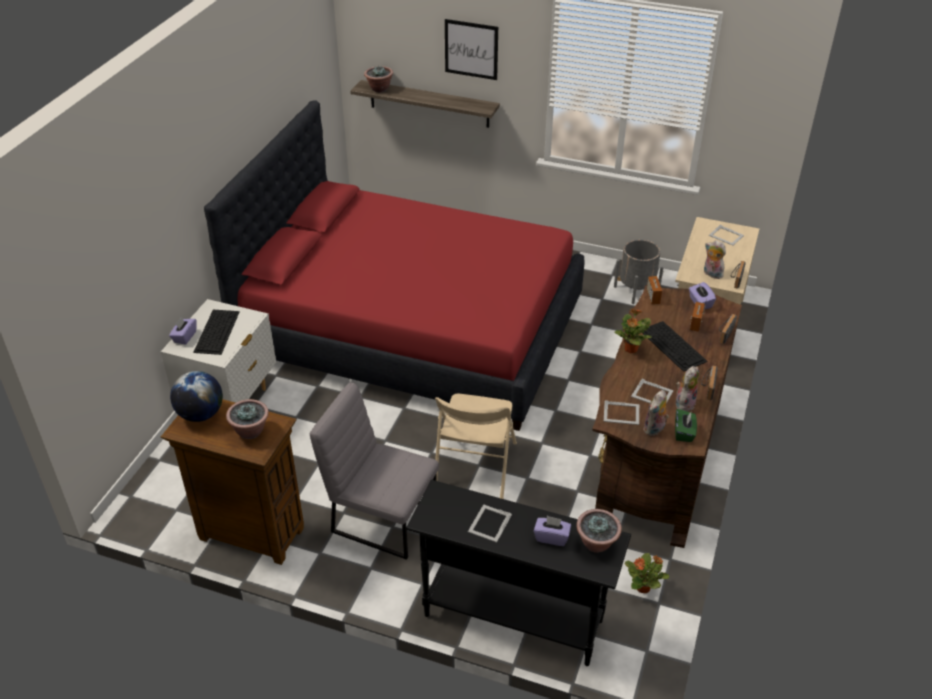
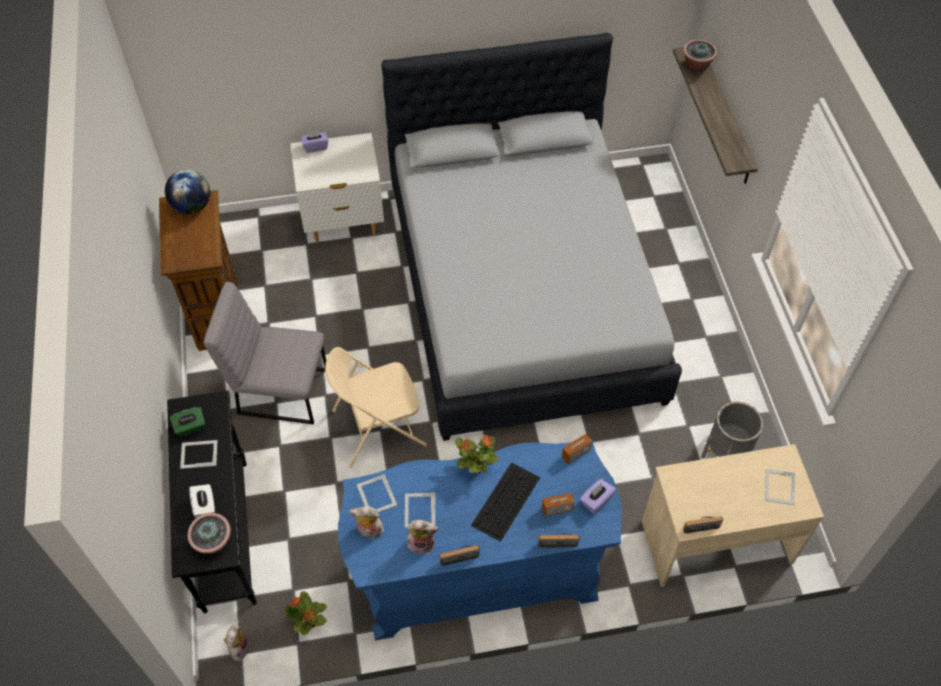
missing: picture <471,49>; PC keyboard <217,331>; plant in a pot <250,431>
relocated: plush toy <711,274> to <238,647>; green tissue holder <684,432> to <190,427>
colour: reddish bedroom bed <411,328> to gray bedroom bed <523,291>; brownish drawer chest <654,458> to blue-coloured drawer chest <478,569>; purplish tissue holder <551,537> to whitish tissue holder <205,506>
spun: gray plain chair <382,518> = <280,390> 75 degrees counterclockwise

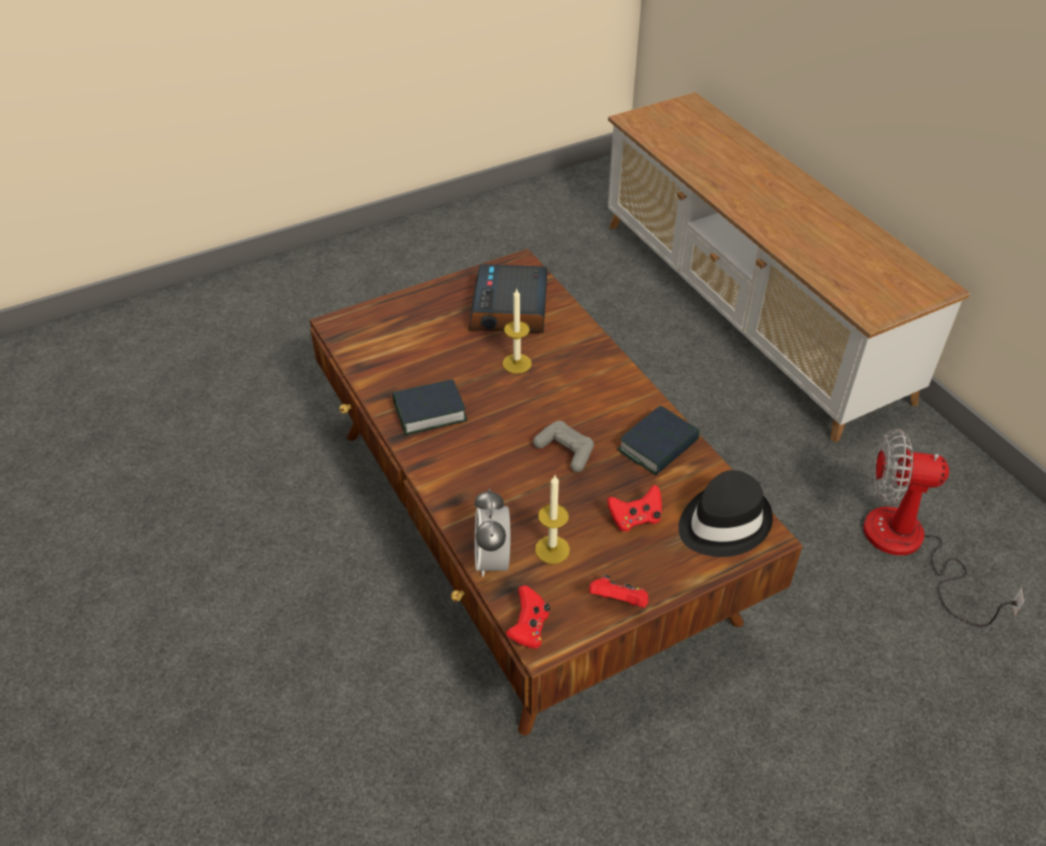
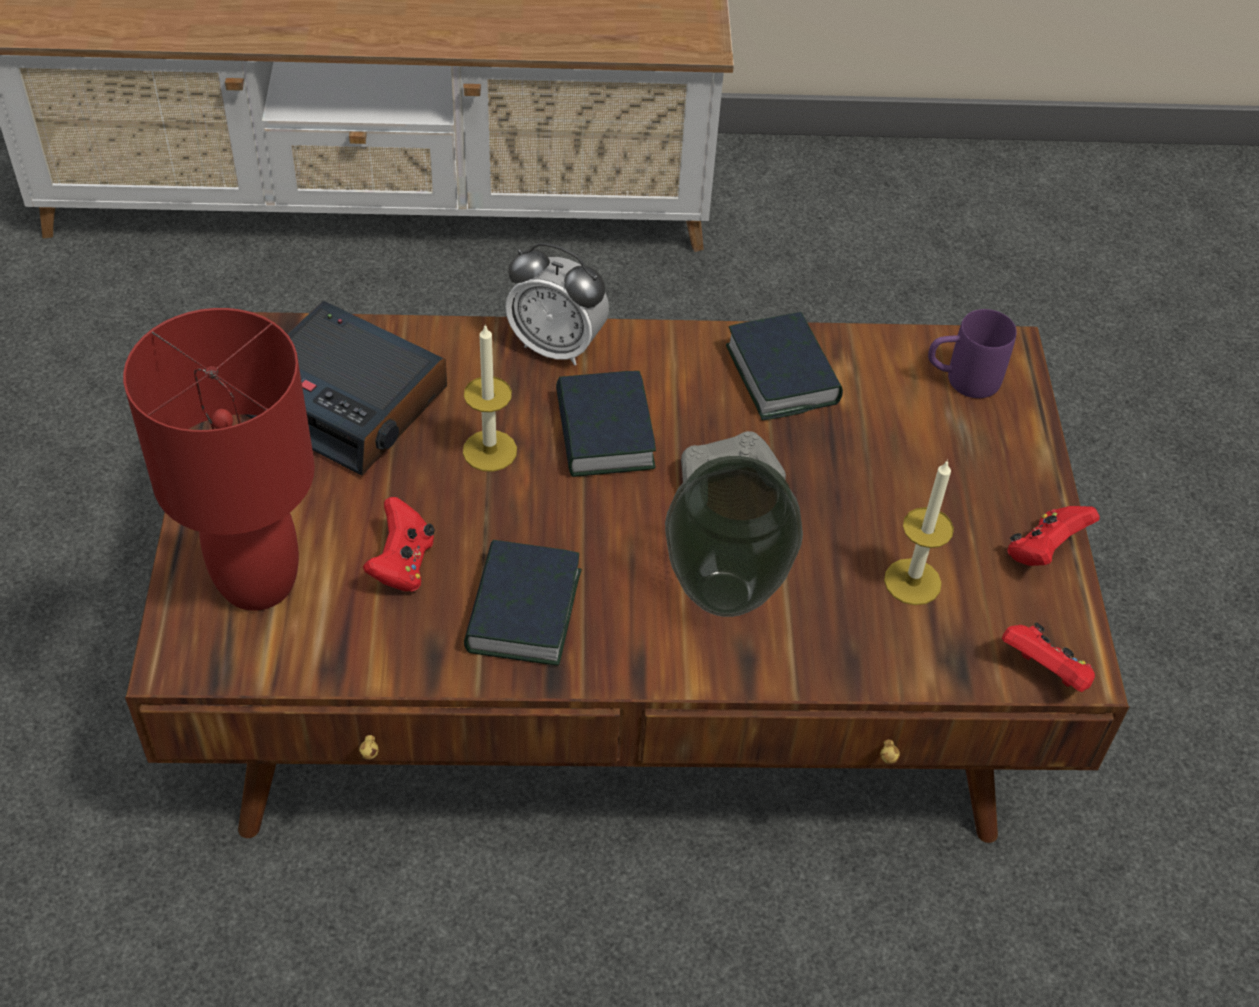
missing: fan <909,548>
appeared: reddish tabletop lamp <256,582>; book <604,433>; decorative vase <726,594>
relocated: reddish joypad <635,519> to <402,564>; bedside clock <492,560> to <557,346>
exchanged: black-coloured clothing hat <722,522> to purplish coffee mug <961,380>

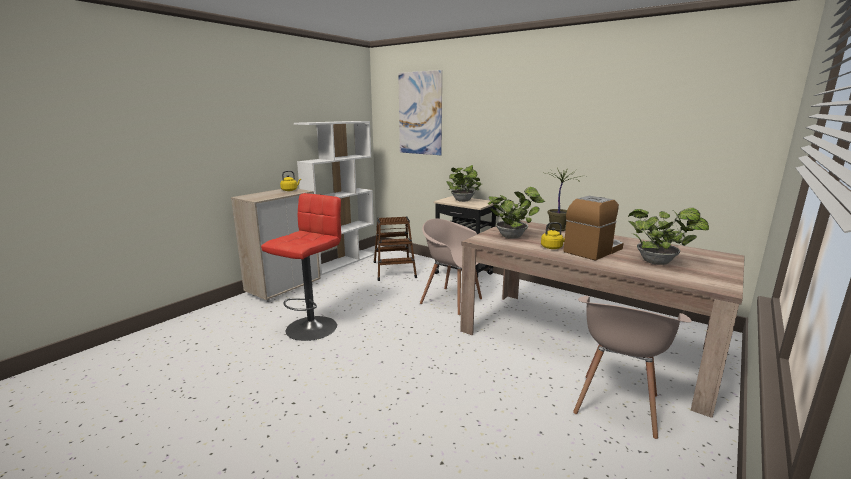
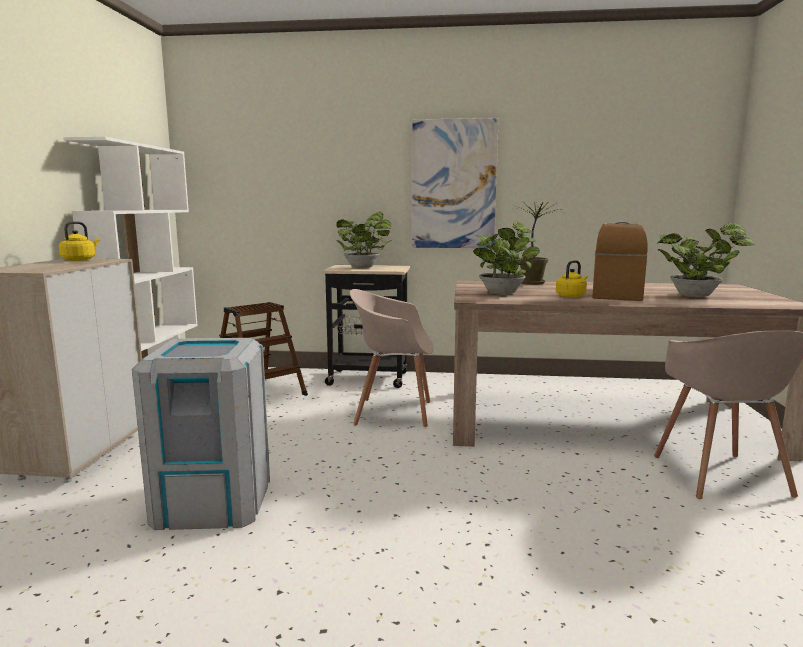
relocated: picture <420,113> to <453,184>
exchanged: reddish stool <312,328> to gray waste bin <213,500>

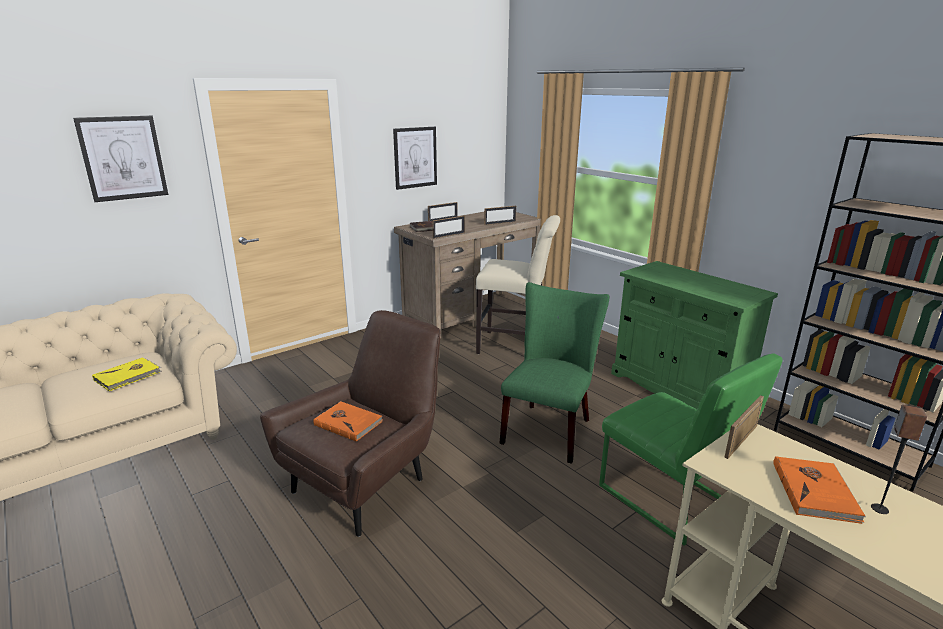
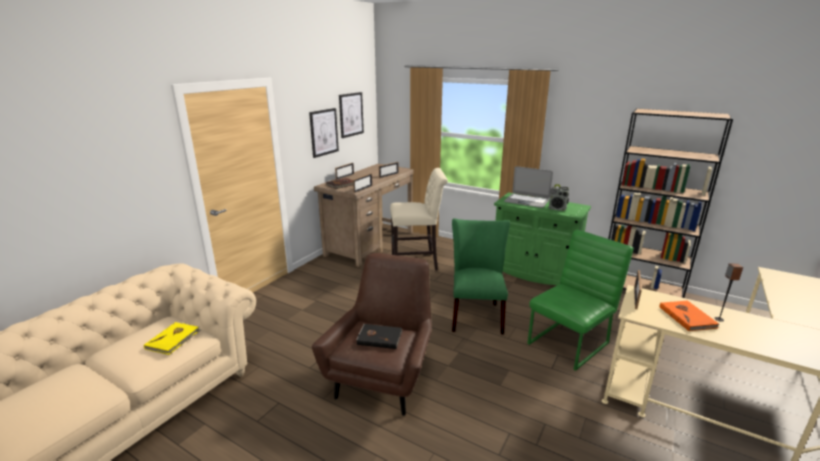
appeared: laptop <526,201>; radio <557,209>
relocated: picture <123,158> to <351,114>
colour: orange-coloured book <348,422> to black-coloured book <379,337>
spun: green plain chair <668,498> = <570,342> 75 degrees counterclockwise

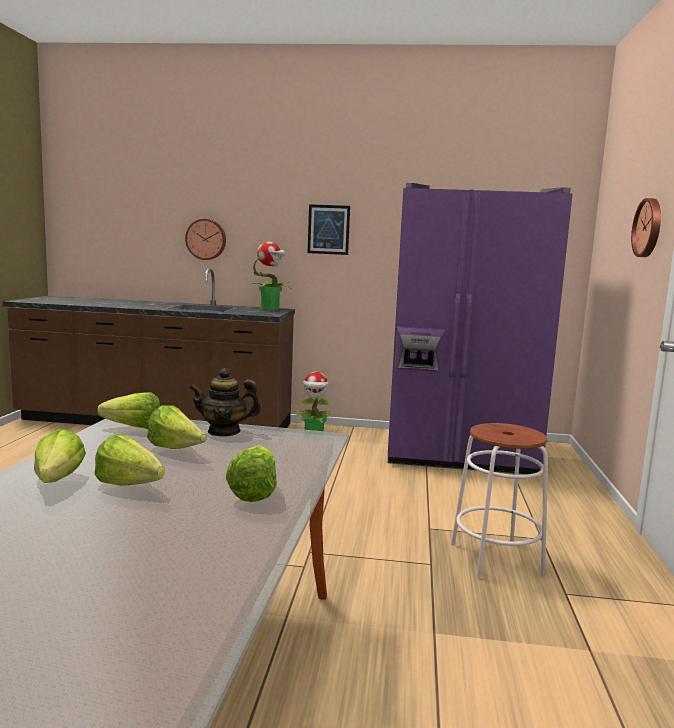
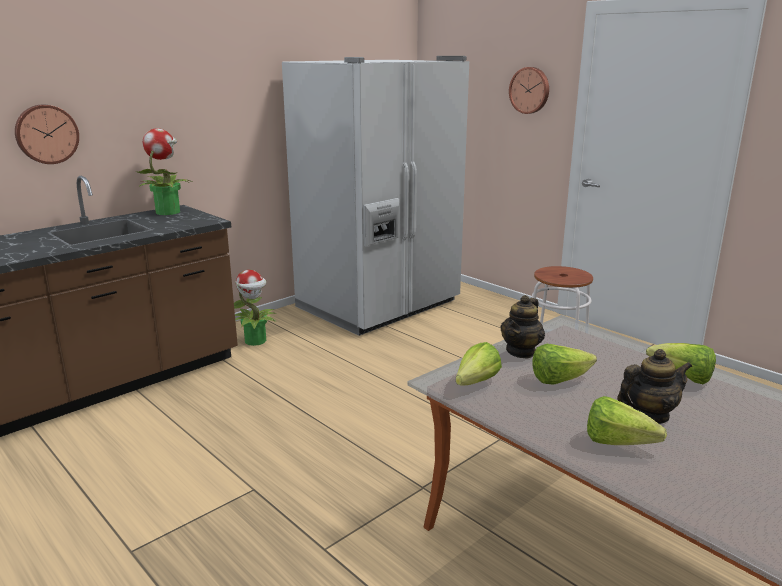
missing: picture <328,229>
exchanged: lettuce head <132,487> to tea pot <649,415>
colour: purplish refrigerator <459,453> to whitish refrigerator <379,304>

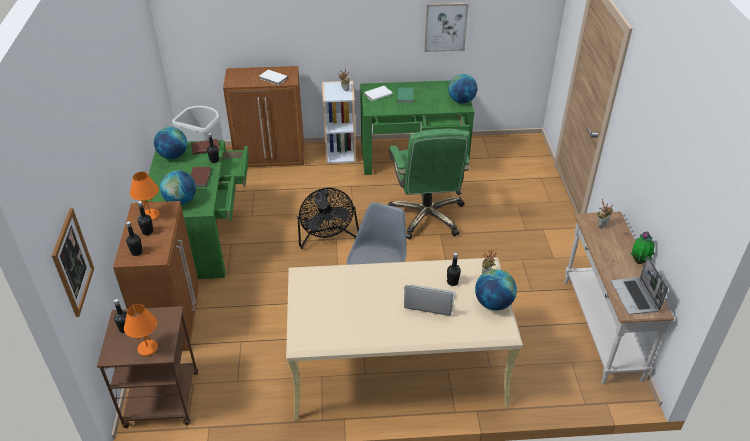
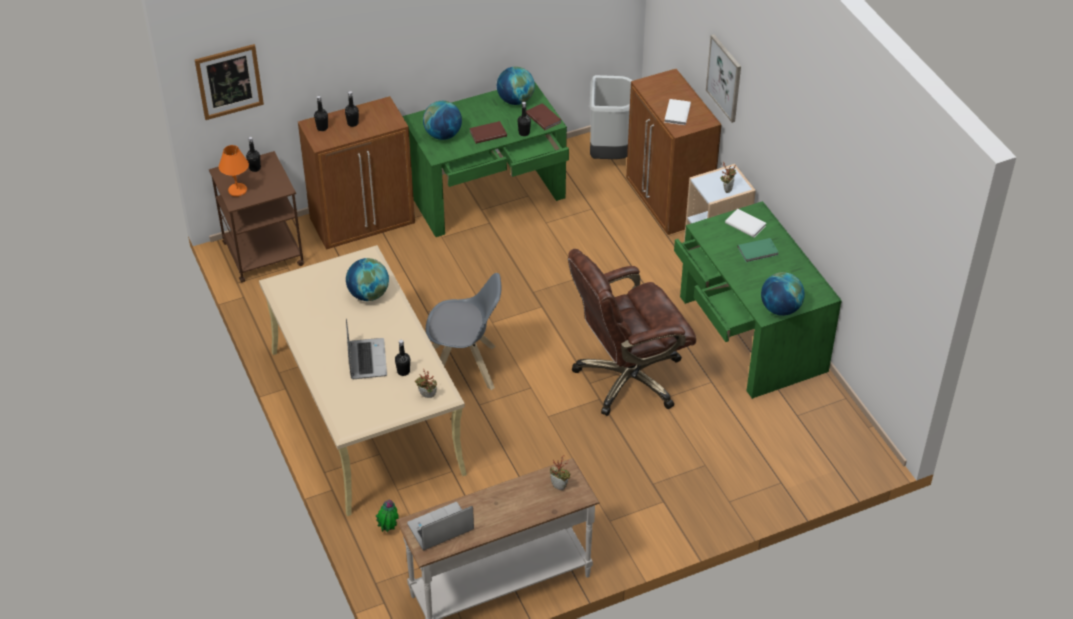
missing: orange-coloured tabletop lamp <150,215>; black-coloured fan <324,236>
relocated: picture <445,27> to <724,78>; plant in a pot <639,261> to <389,529>; globe <493,303> to <368,294>
colour: green office chair <426,215> to brownish office chair <629,377>

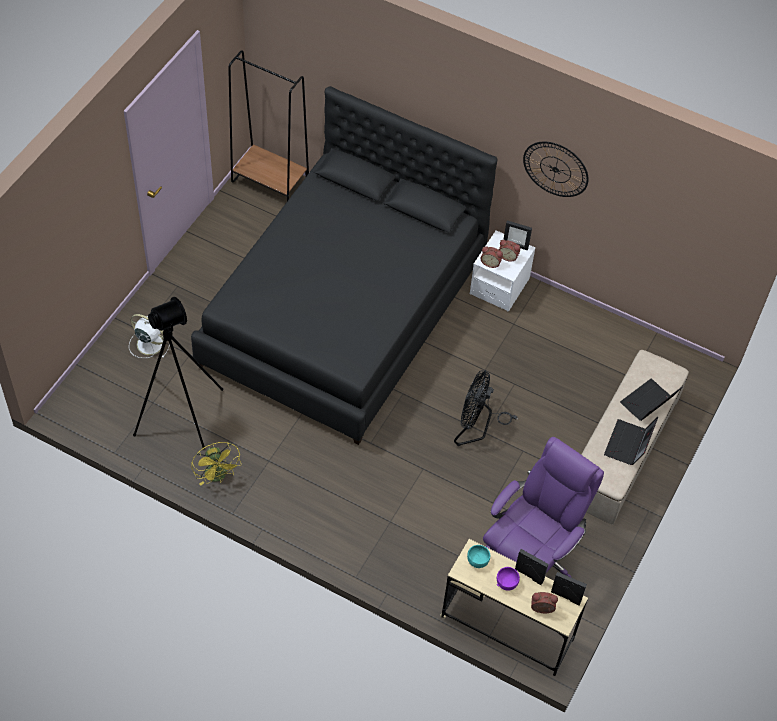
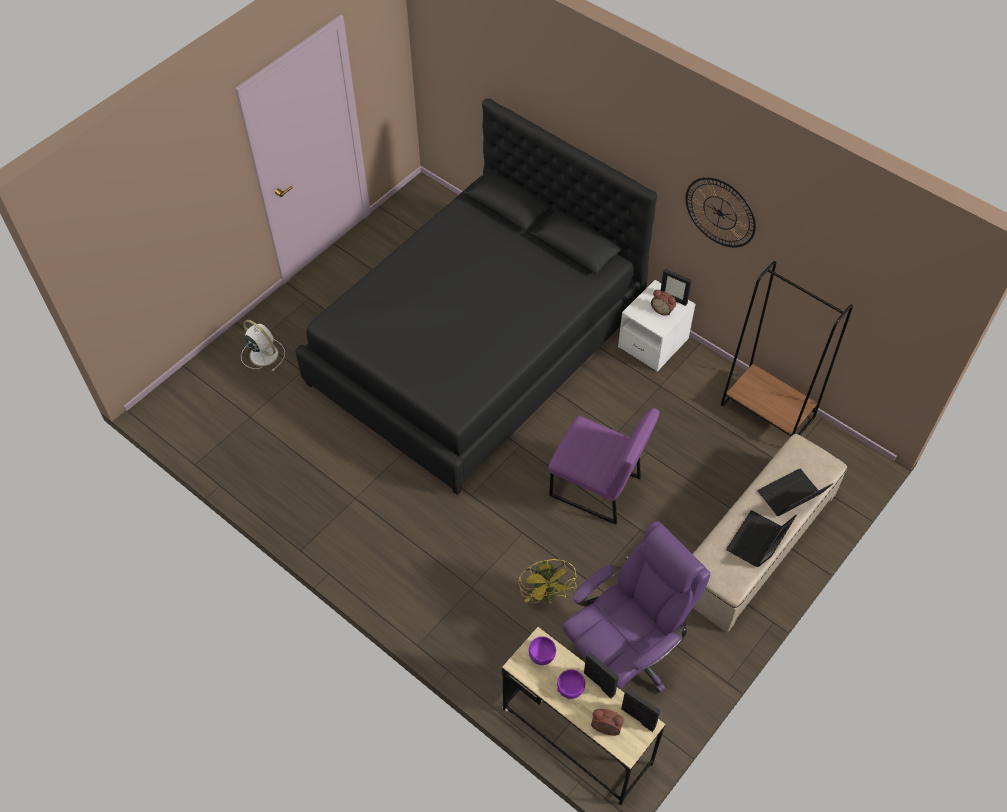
missing: bedside clock <491,262>; black-coloured standing lamp <179,412>
relocated: clothes rack <270,183> to <767,413>; yellowish fan <218,476> to <547,594>
exchanged: black-coloured fan <479,421> to purplish plain chair <597,488>
colour: turquoise-coloured serving bowl <478,560> to purplish serving bowl <542,655>

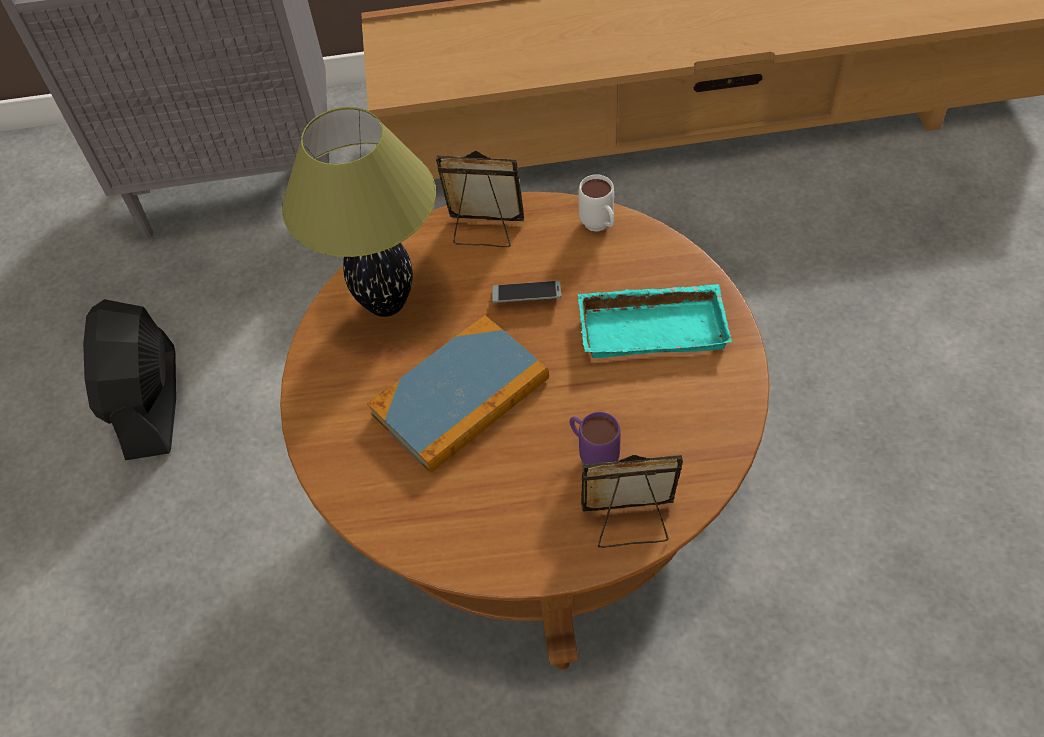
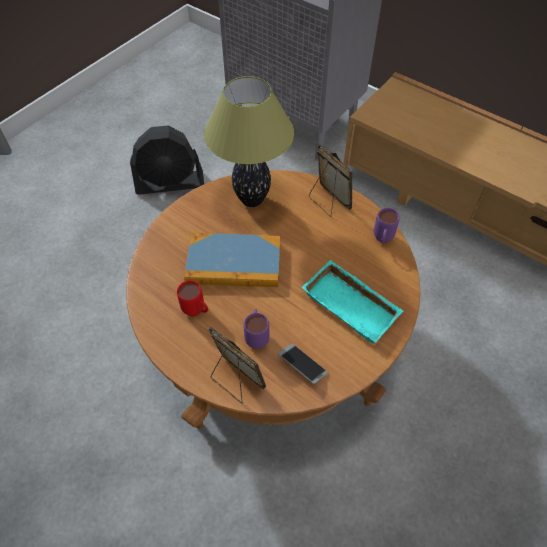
appeared: reddish coffee mug <197,312>
relocated: phone <527,296> to <302,365>
colour: whitish coffee mug <600,227> to purplish coffee mug <382,240>
spun: black-coloured fan <151,403> = <170,183> 135 degrees counterclockwise

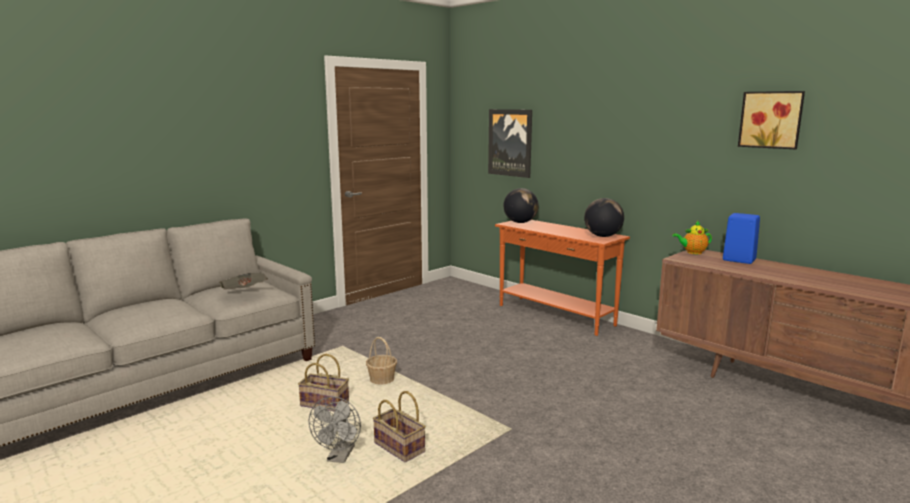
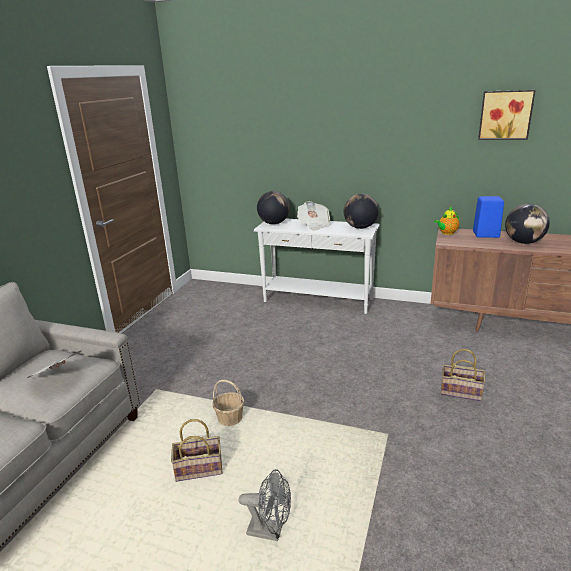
missing: picture <510,142>
appeared: printed paper <314,225>; globe <523,242>
relocated: basket <401,448> to <462,392>
colour: orange-coloured console table <556,315> to whitish console table <318,301>
spun: gray fan <339,458> = <270,531> 60 degrees counterclockwise

